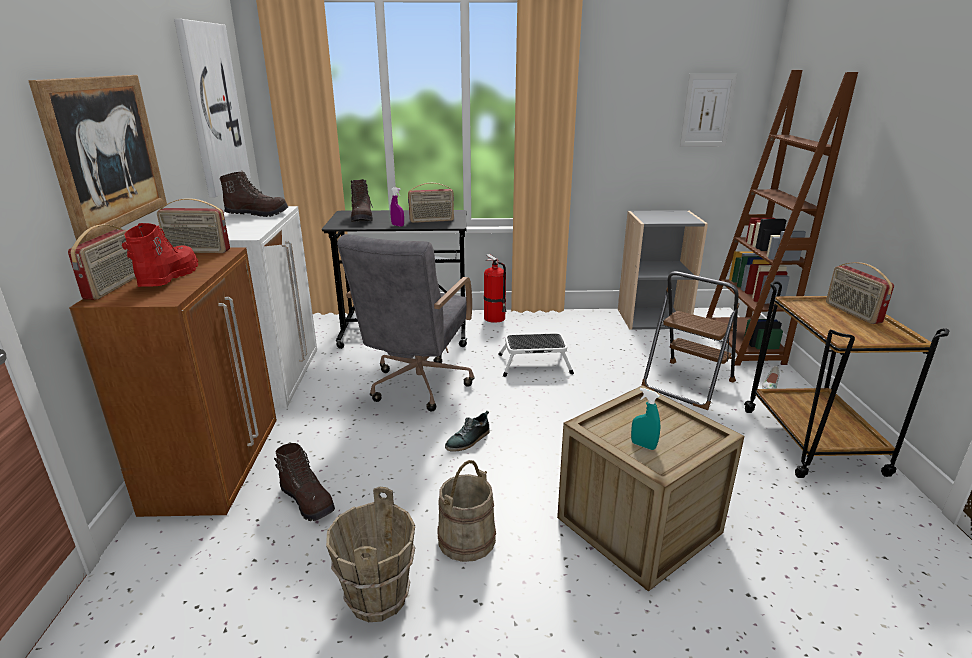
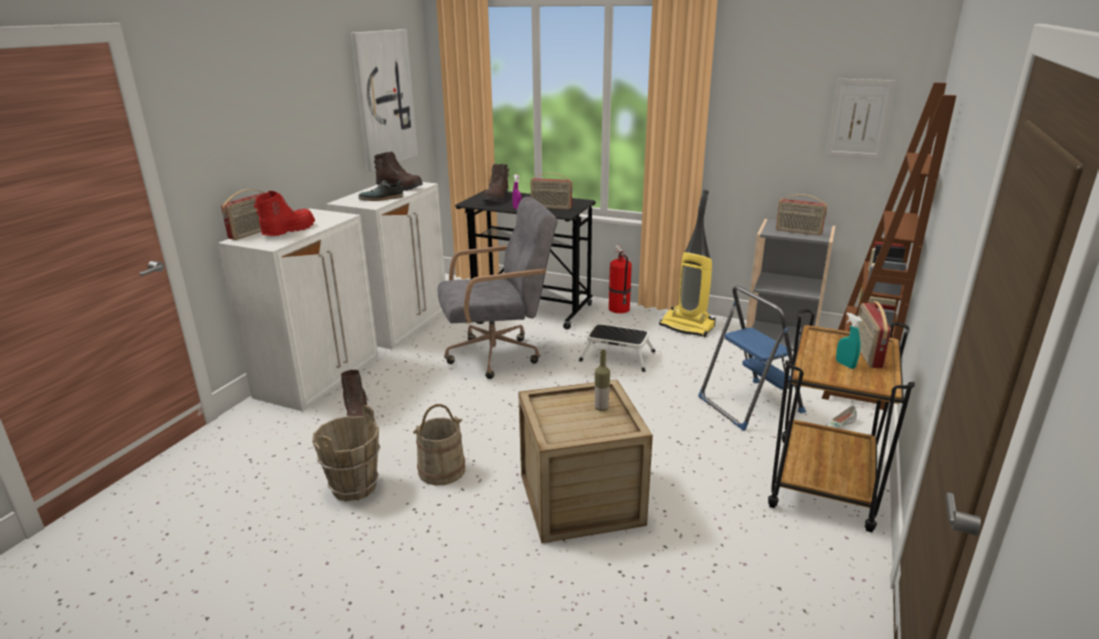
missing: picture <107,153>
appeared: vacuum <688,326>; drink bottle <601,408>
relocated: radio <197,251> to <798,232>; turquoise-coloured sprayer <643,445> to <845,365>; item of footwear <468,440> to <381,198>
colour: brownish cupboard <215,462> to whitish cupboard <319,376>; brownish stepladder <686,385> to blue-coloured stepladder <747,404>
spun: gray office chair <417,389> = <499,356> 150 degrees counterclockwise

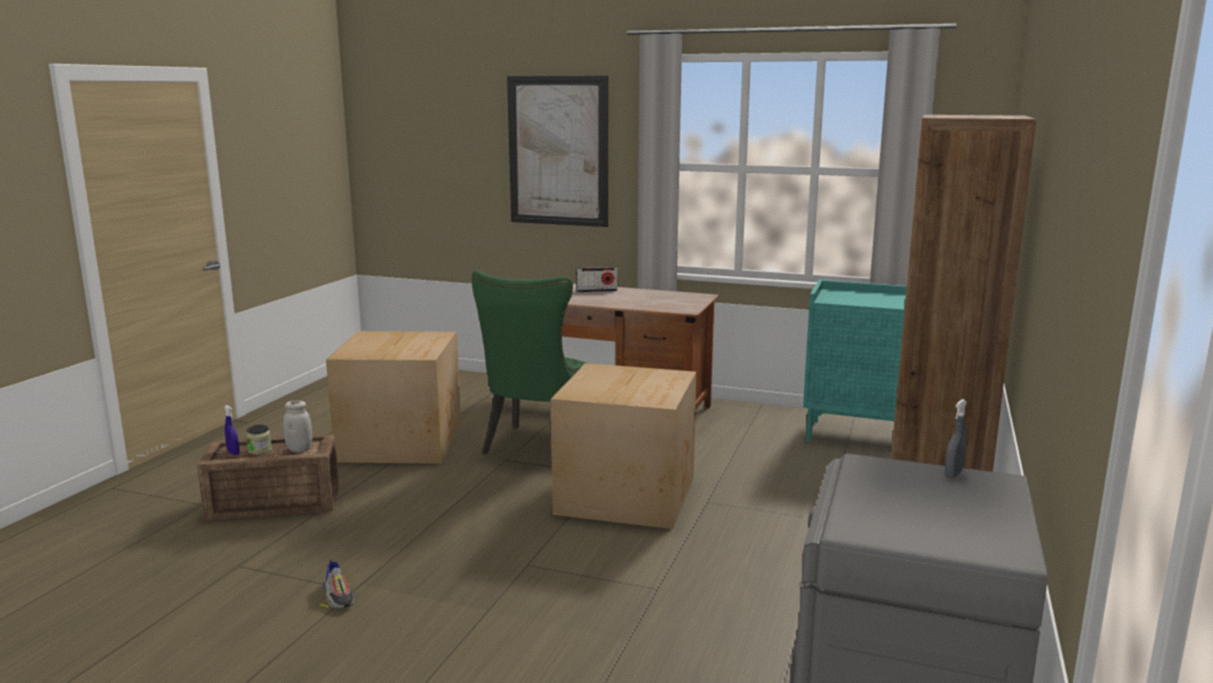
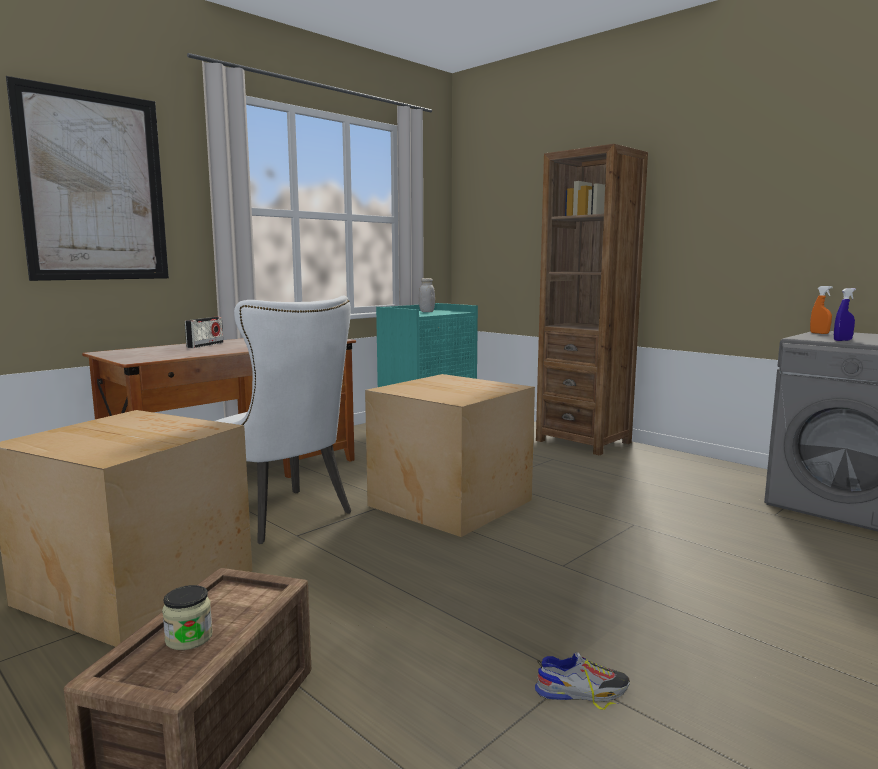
relocated: whitish preserve jar <299,449> to <426,312>; blue-coloured sprayer <233,453> to <842,340>
colour: green plain chair <537,446> to whitish plain chair <284,516>; gray sprayer <953,474> to orange-coloured sprayer <819,333>

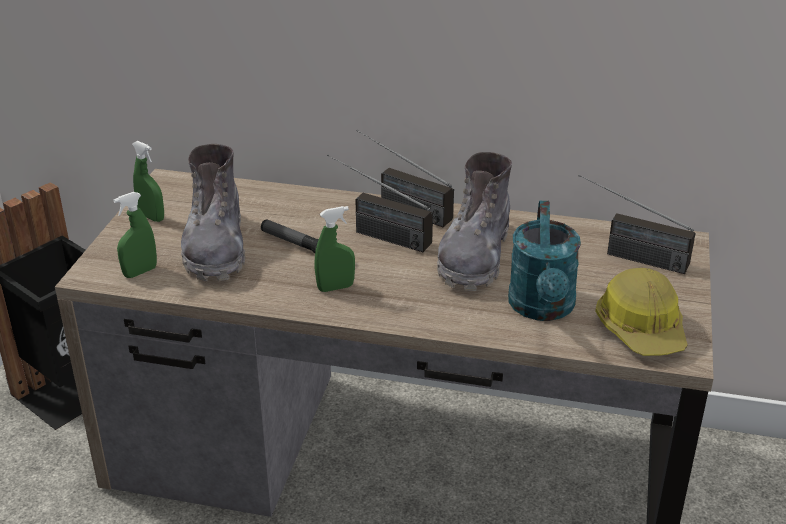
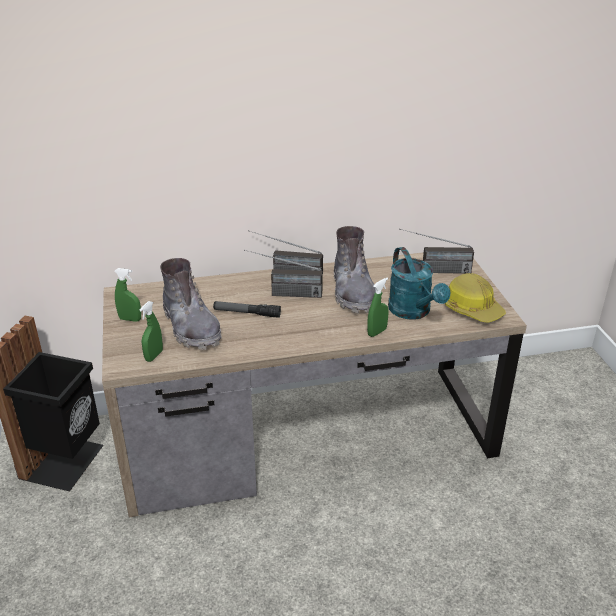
relocated: green sprayer <335,287> to <377,332>

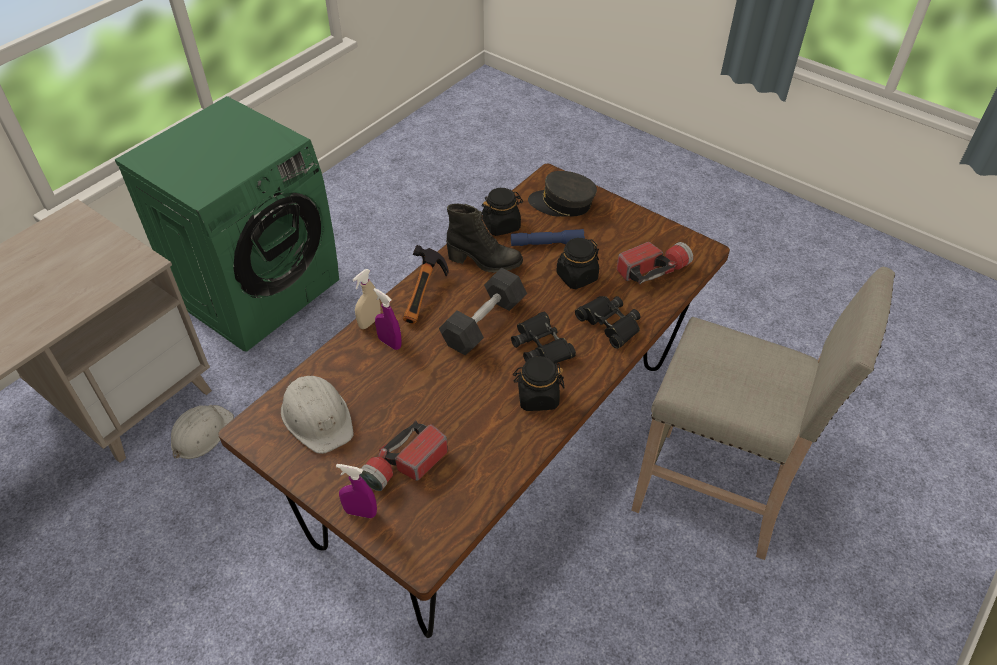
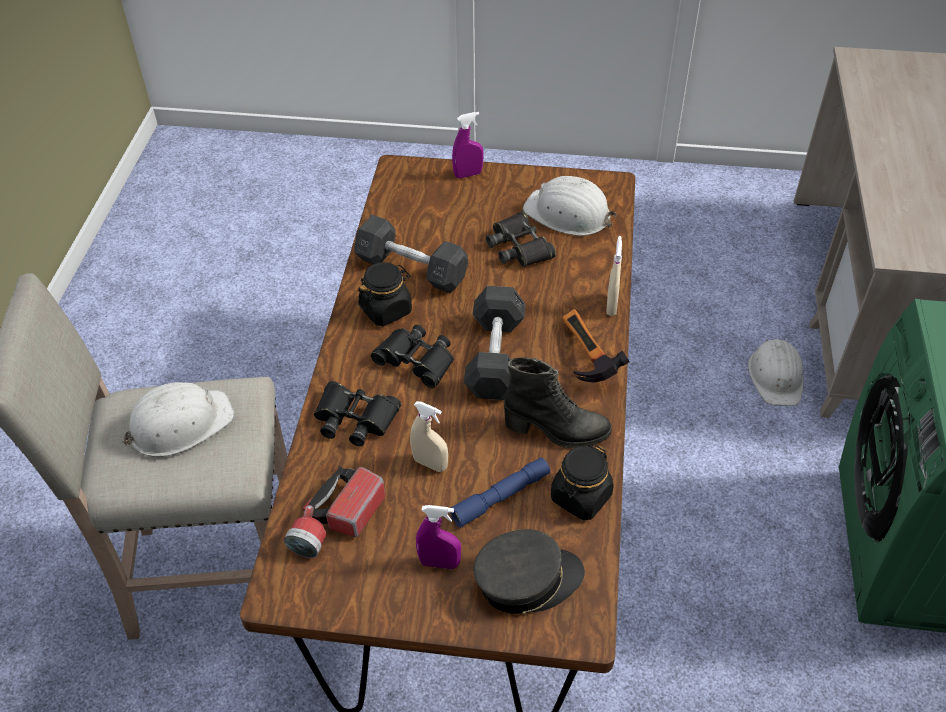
missing: hand torch <405,465>
appeared: black-coloured field glasses <519,246>; gray hand weight <411,269>; whitish hard hat <180,424>
relocated: purplish sprayer <390,343> to <439,563>
exchanged: black-coloured preserve jar <576,277> to sand-coloured sprayer <430,464>
spun: black-coloured tall boot <484,262> = <556,431> 150 degrees counterclockwise

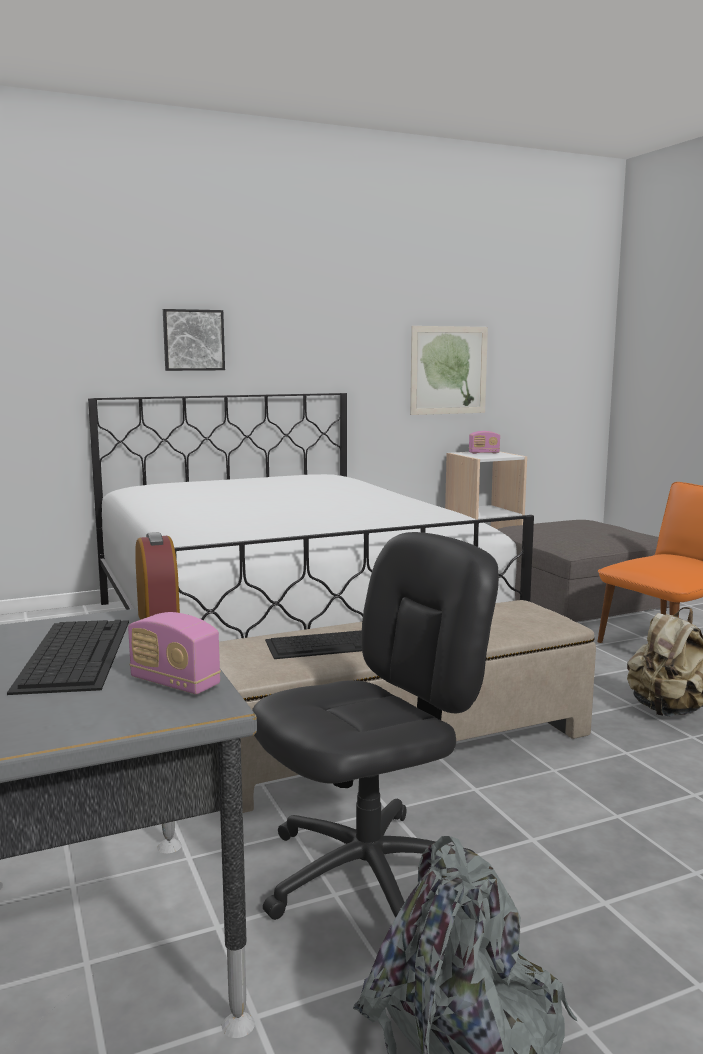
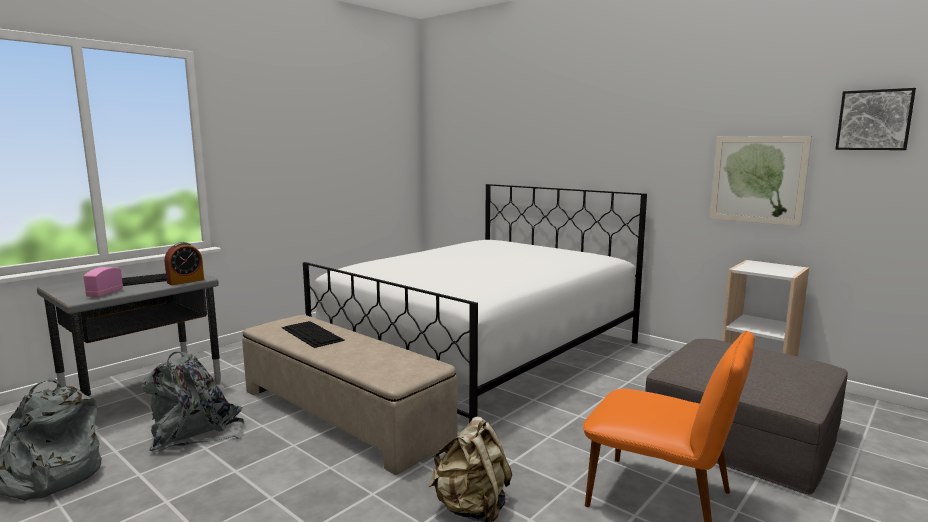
missing: radio <484,453>
relocated: picture <193,340> to <874,120>
exchanged: black-coloured office chair <369,874> to gray rucksack <195,432>

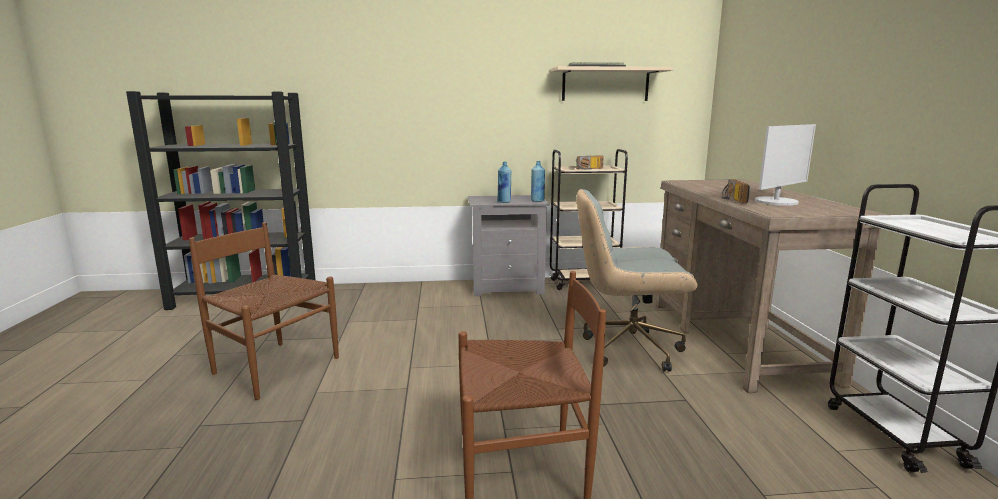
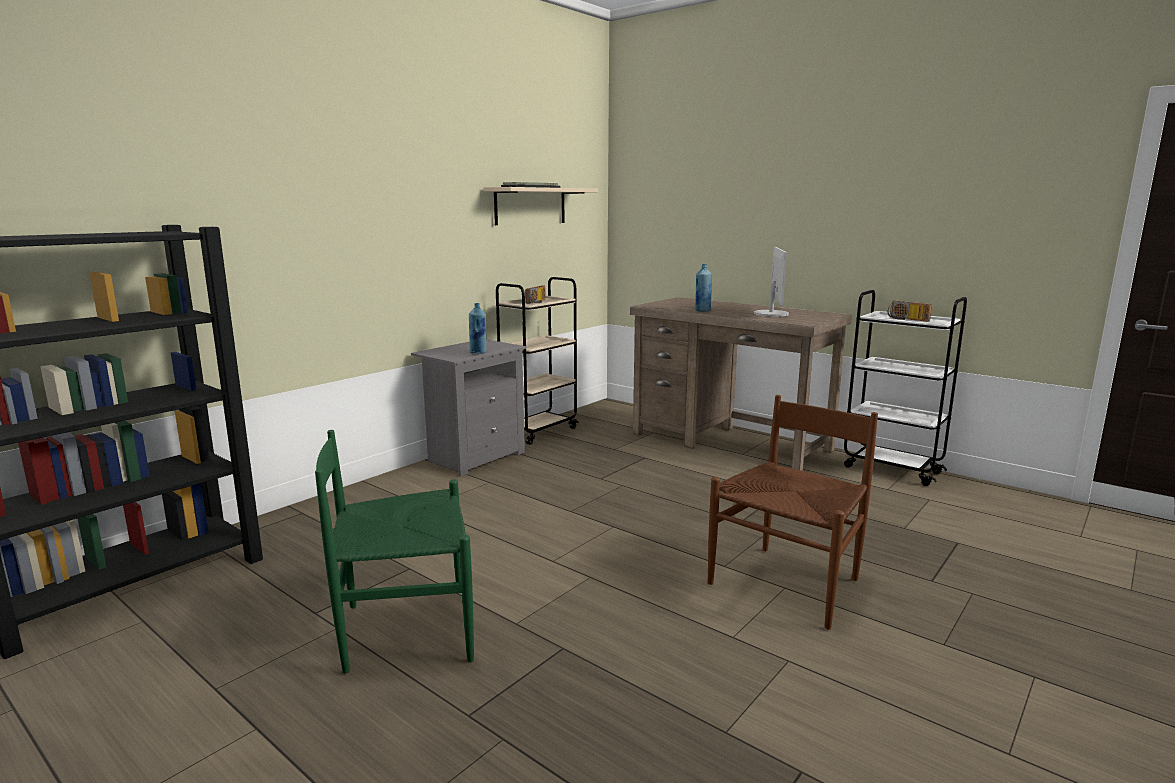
missing: gray office chair <628,350>
relocated: blue-coloured drink bottle <537,201> to <702,311>; radio <732,199> to <906,319>
colour: brownish plain chair <273,367> to green plain chair <406,629>

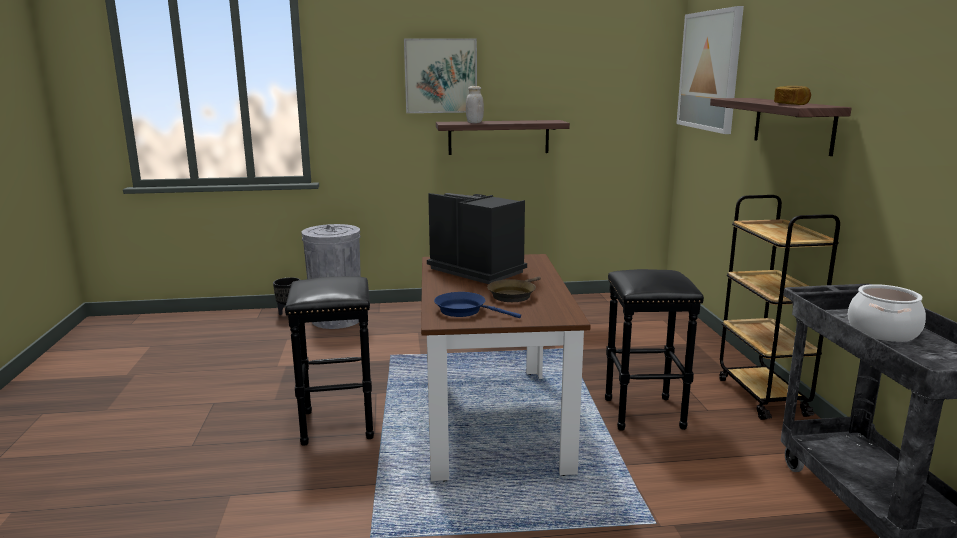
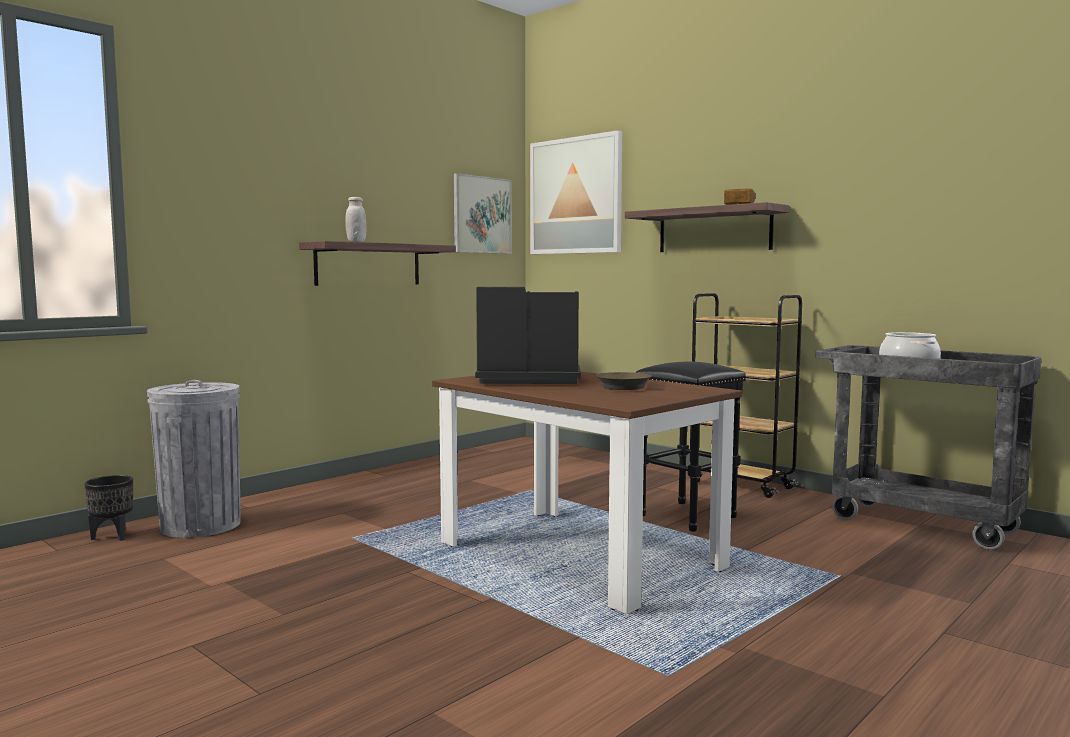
missing: black-coloured stool <336,424>; blue-coloured skillet <465,311>
relocated: picture <440,76> to <482,215>

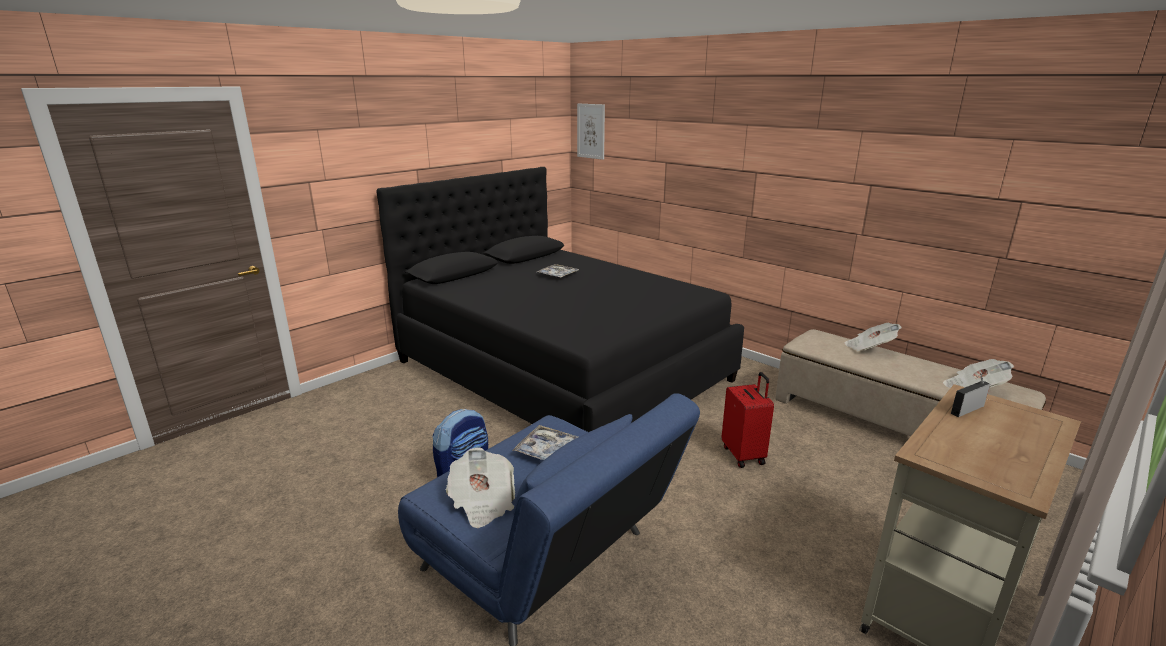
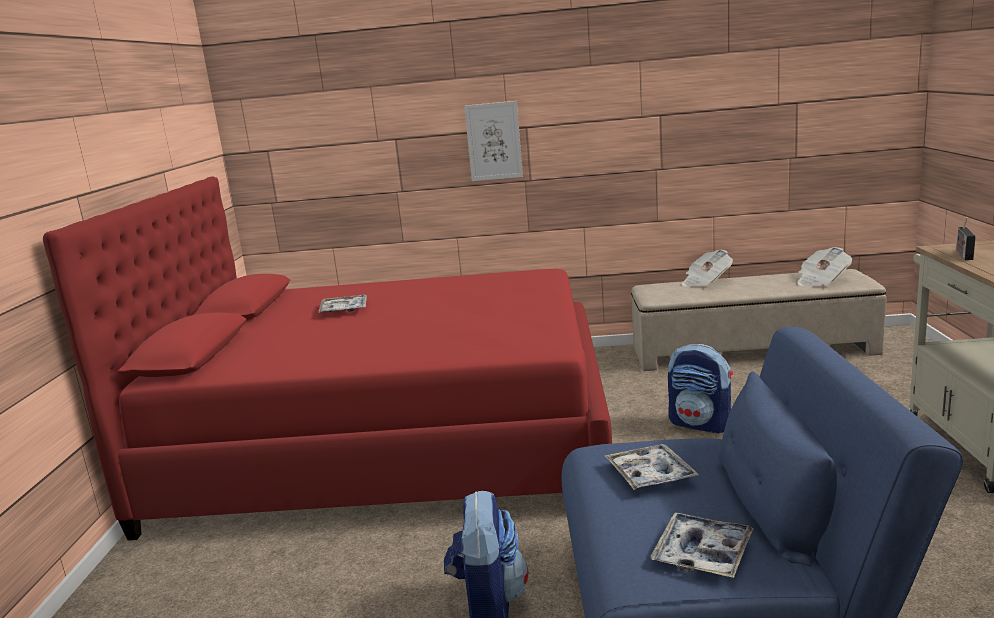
relocated: picture <591,131> to <494,141>
exchanged: reddish travel case <744,455> to rucksack <701,424>; printed paper <482,502> to serving tray <702,553>
colour: black-coloured bedroom bed <562,370> to reddish bedroom bed <393,441>

